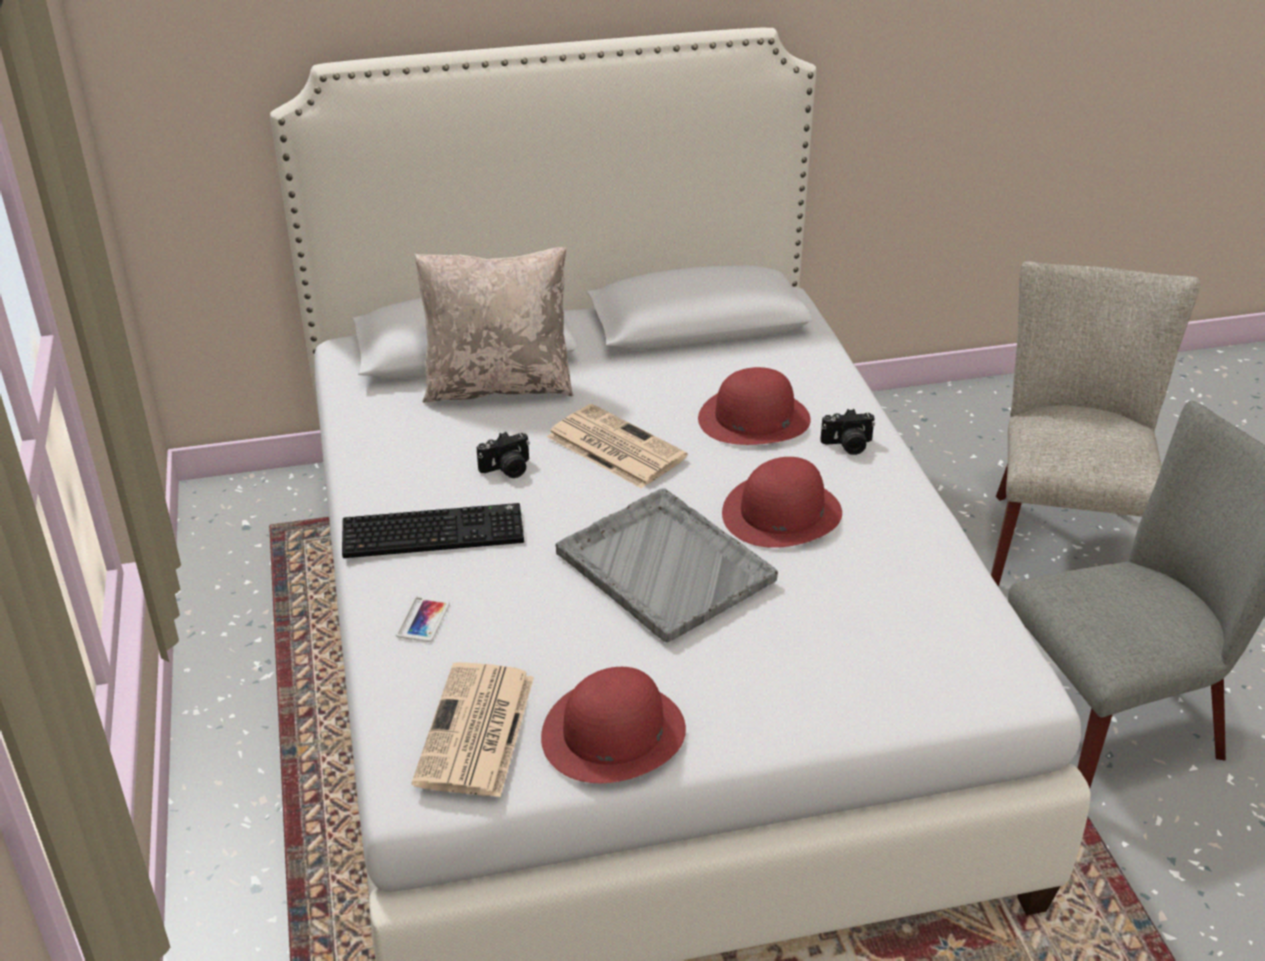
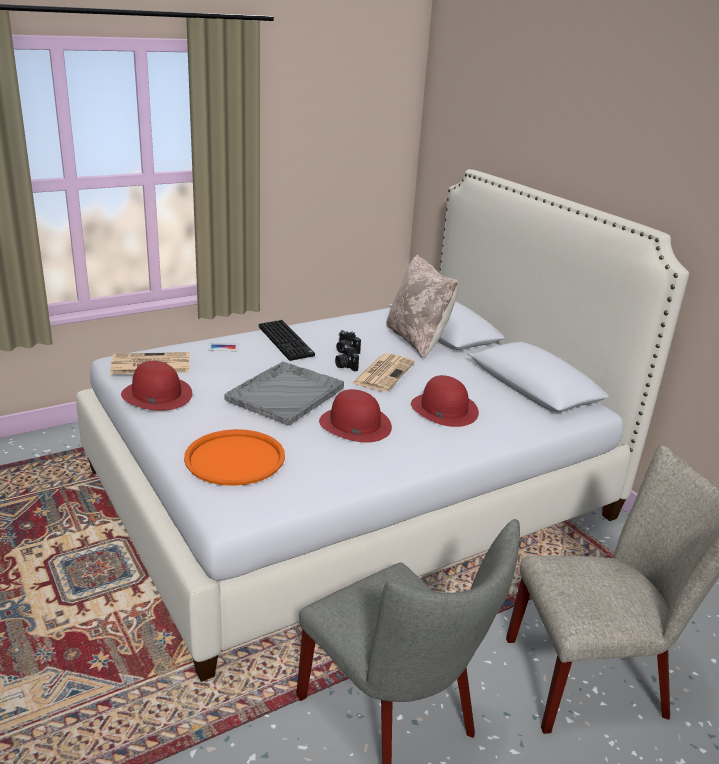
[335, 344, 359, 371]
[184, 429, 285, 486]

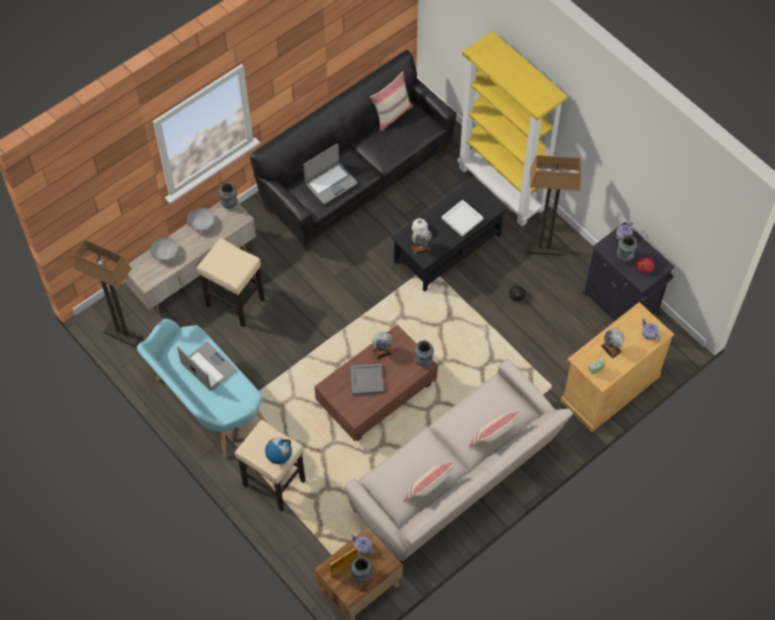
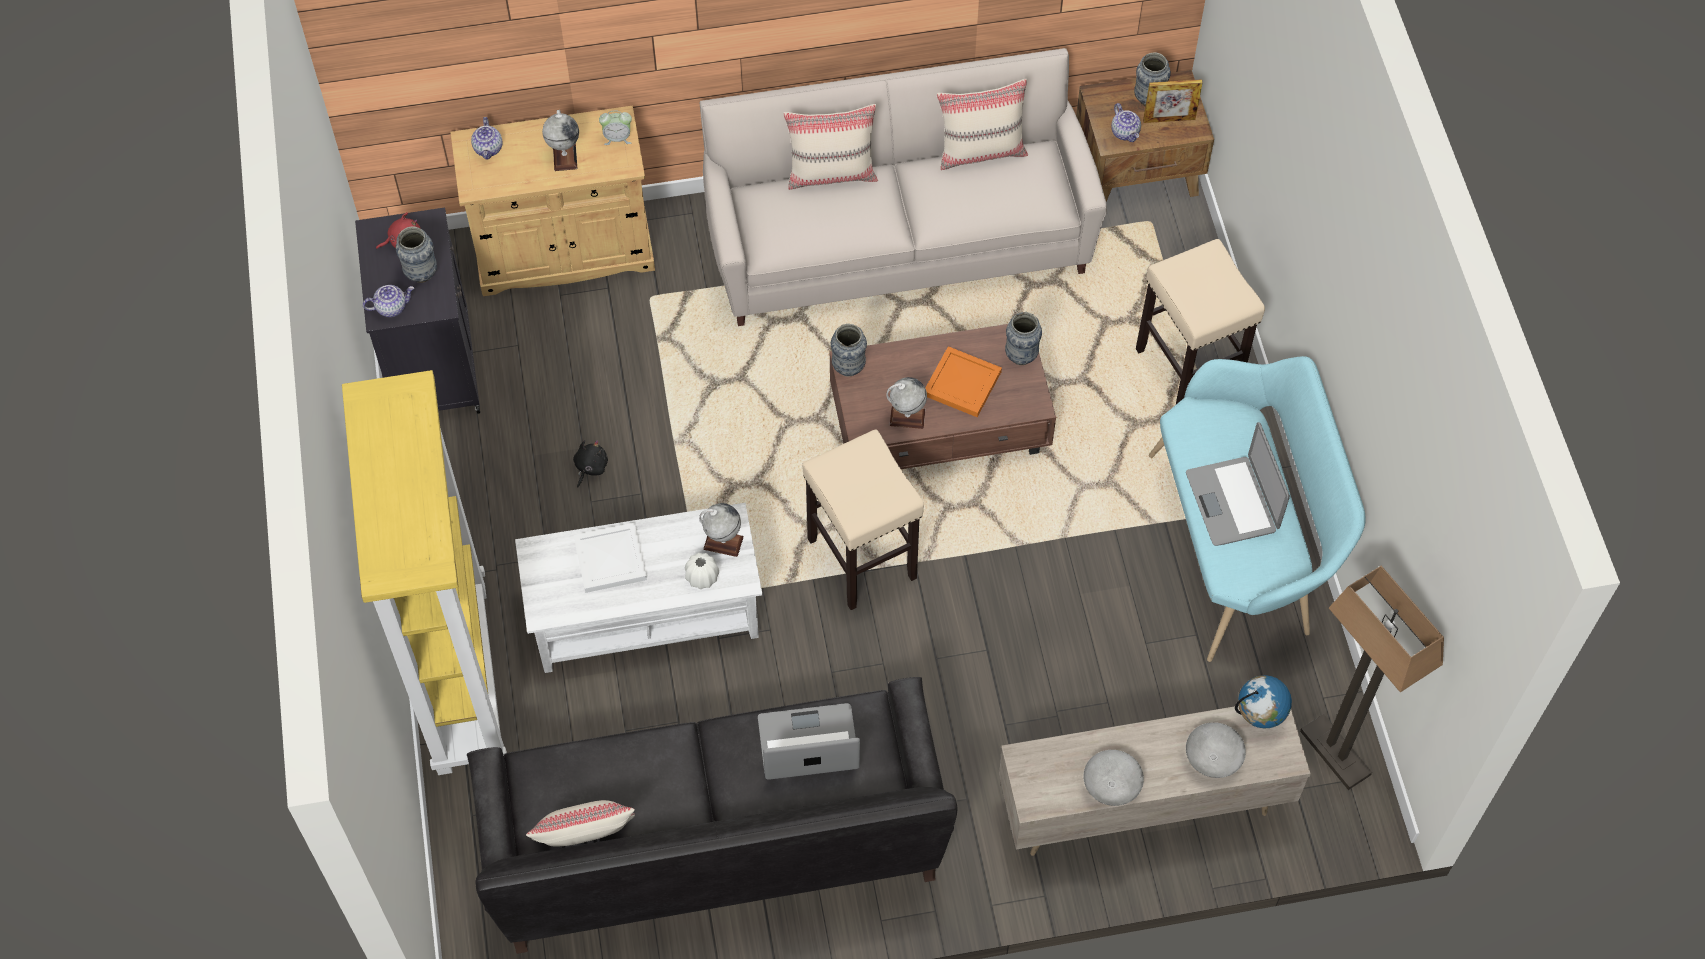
[526, 155, 581, 256] (first image)
[515, 503, 762, 673]
[1005, 312, 1042, 365]
[802, 429, 924, 610]
[925, 346, 1002, 417]
[1235, 675, 1292, 728]

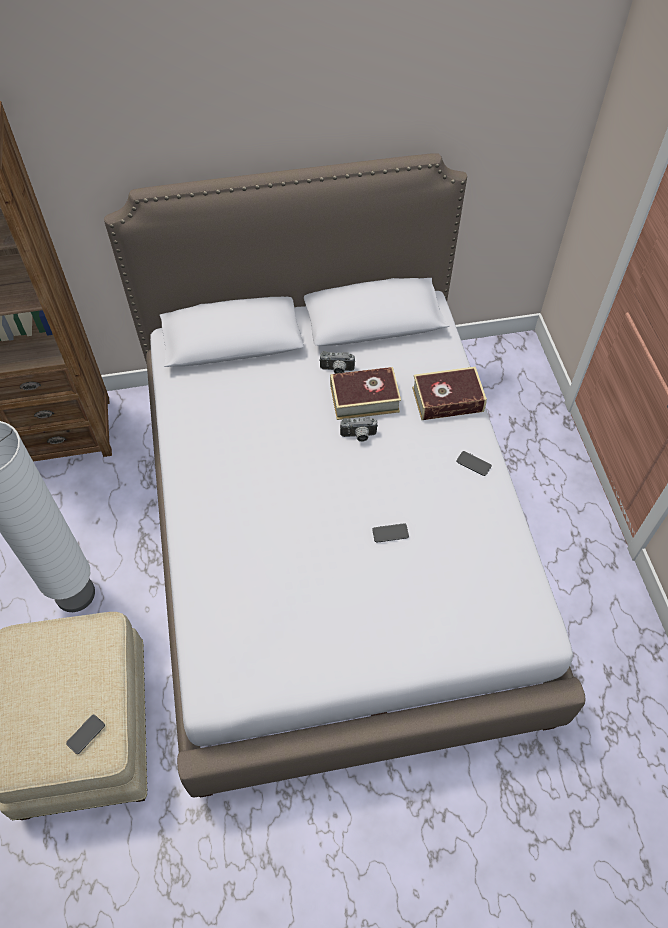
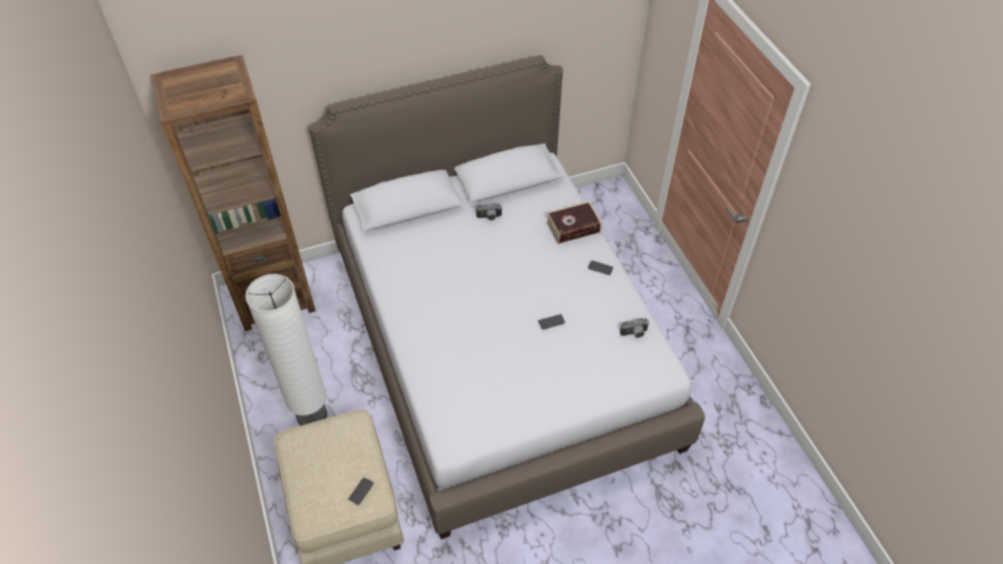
[330, 367, 401, 420] (first image)
[620, 318, 649, 338]

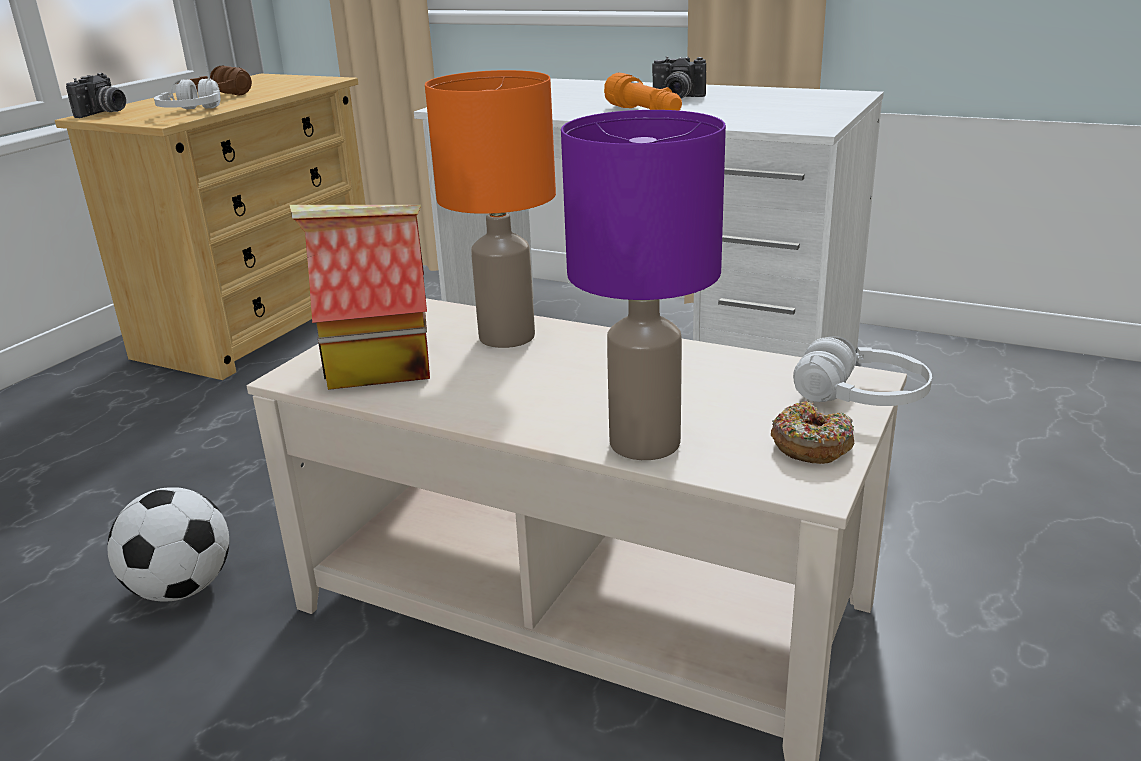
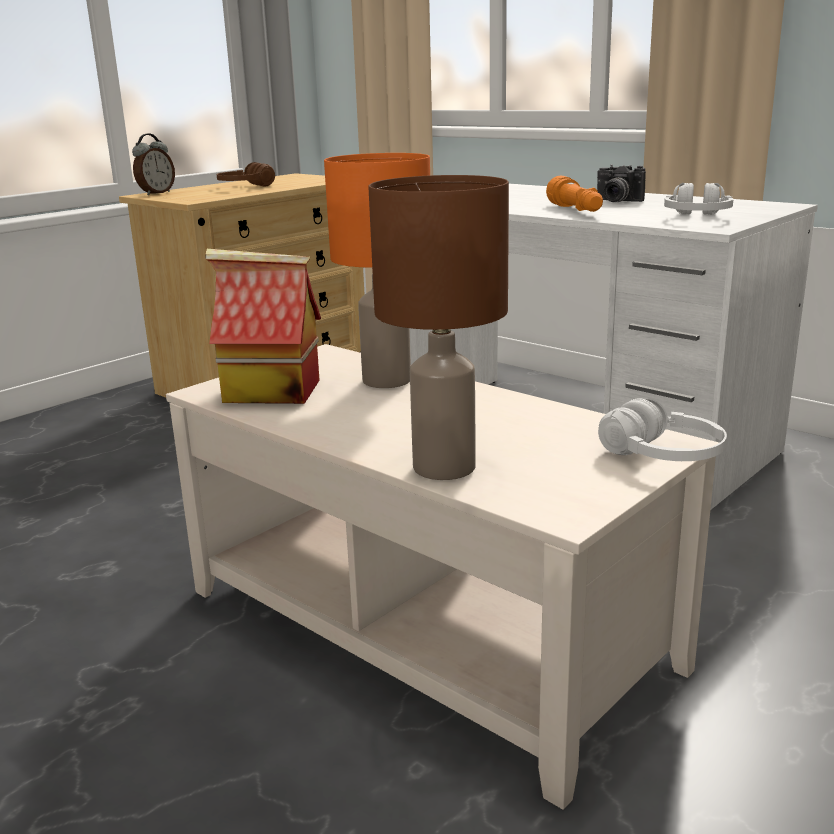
[132, 133, 175, 195]
[664, 183, 733, 215]
[368, 175, 509, 480]
[771, 401, 854, 464] (first image)
[107, 487, 229, 602] (first image)

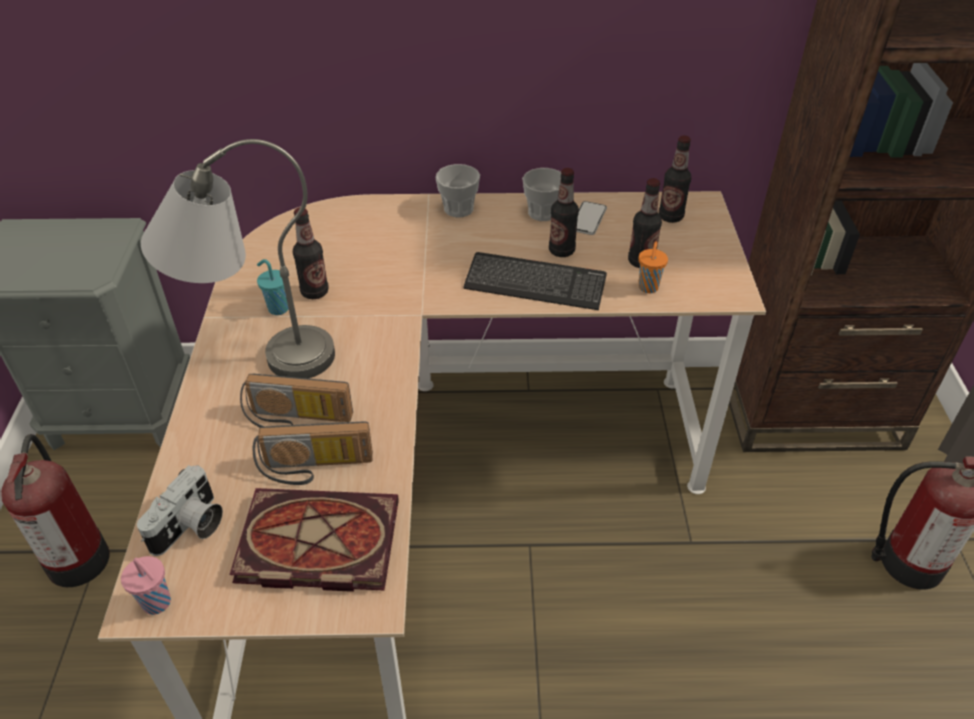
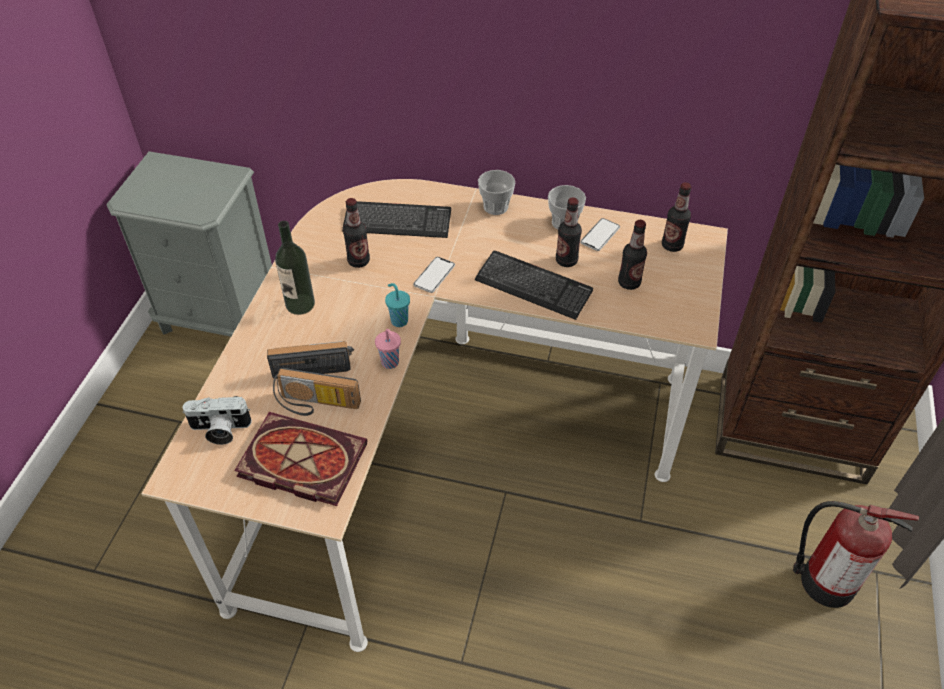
[275, 221, 315, 315]
[638, 241, 668, 293] (first image)
[385, 283, 410, 327]
[267, 341, 354, 379]
[1, 434, 110, 587] (first image)
[182, 396, 252, 445]
[375, 329, 401, 369]
[342, 201, 451, 238]
[413, 257, 455, 293]

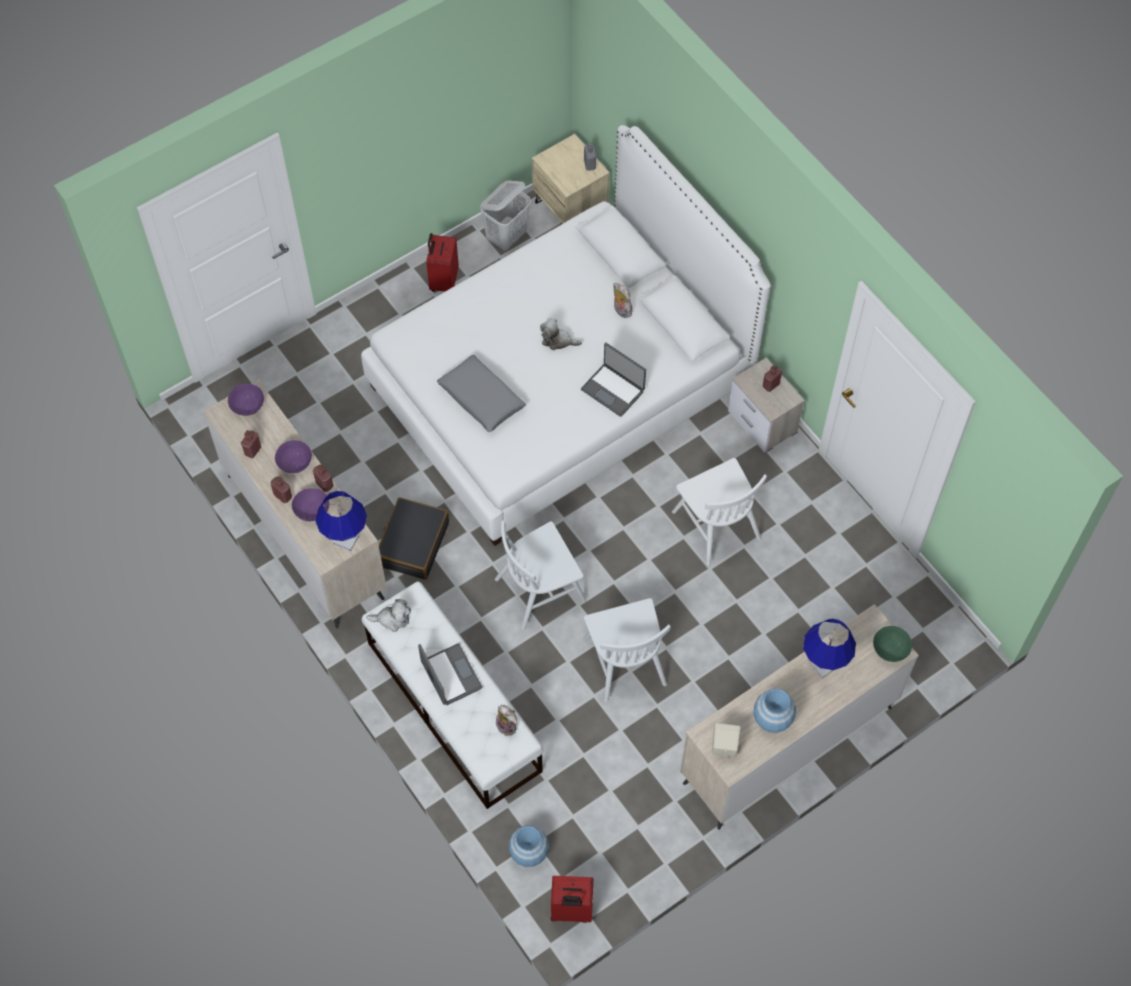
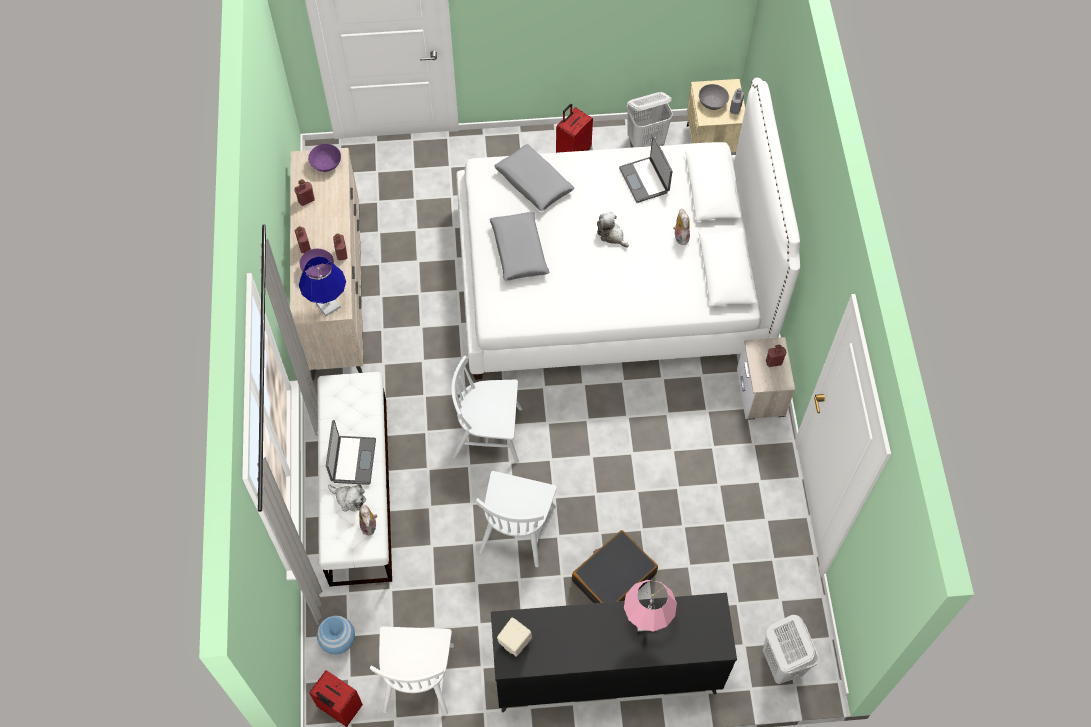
[619, 136, 672, 203]
[275, 440, 312, 473] (first image)
[370, 627, 454, 715]
[572, 530, 658, 603]
[328, 484, 366, 512]
[491, 593, 737, 712]
[624, 580, 677, 632]
[873, 626, 912, 662] (first image)
[753, 689, 796, 733] (first image)
[699, 84, 729, 110]
[494, 144, 575, 211]
[763, 615, 819, 684]

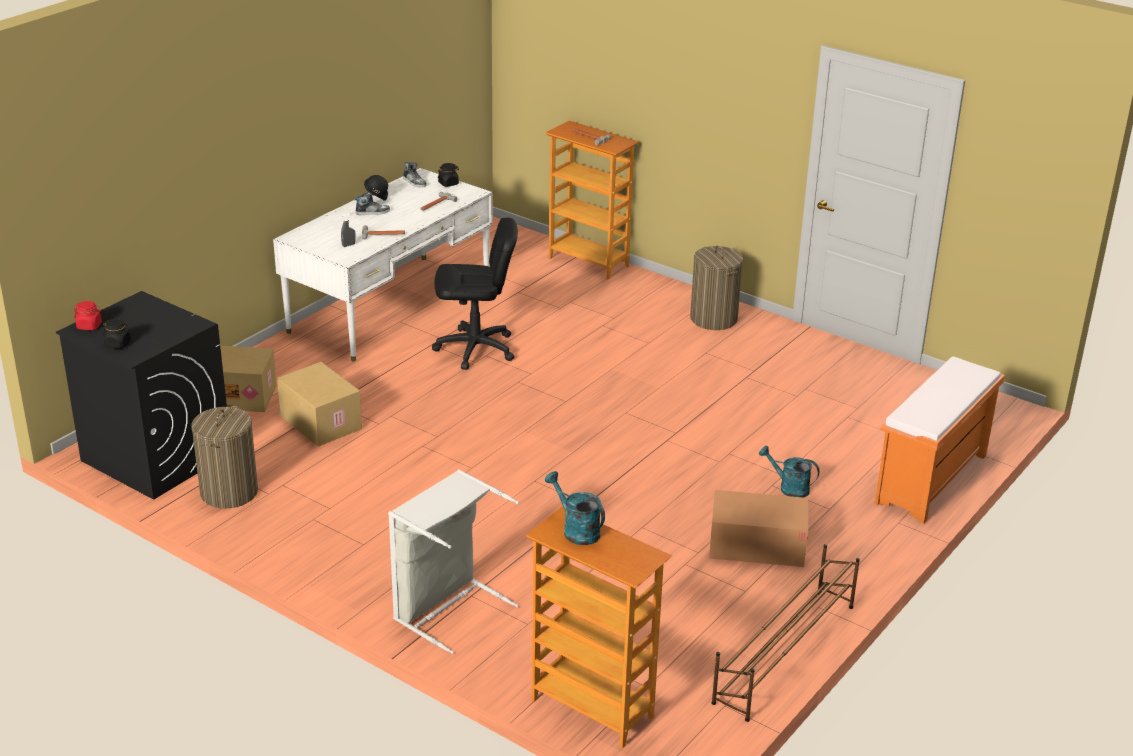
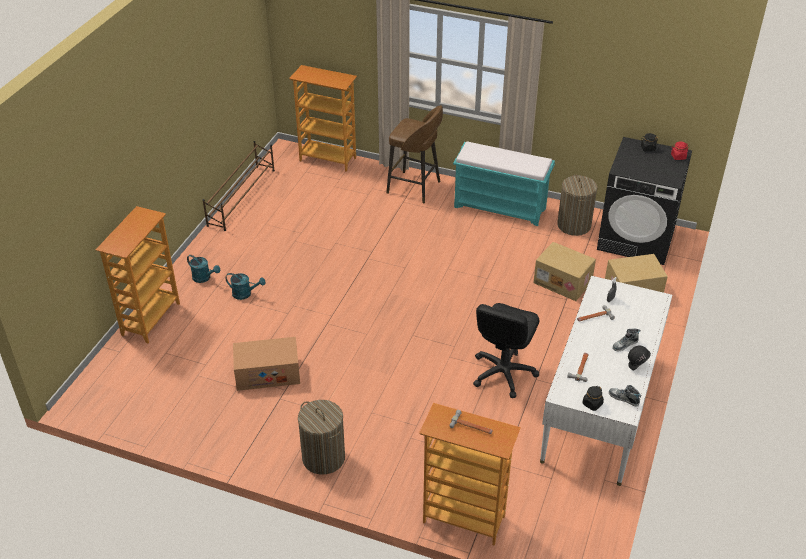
[473, 303, 539, 398]
[96, 206, 180, 343]
[386, 105, 443, 204]
[187, 255, 220, 283]
[233, 337, 300, 391]
[453, 141, 555, 226]

